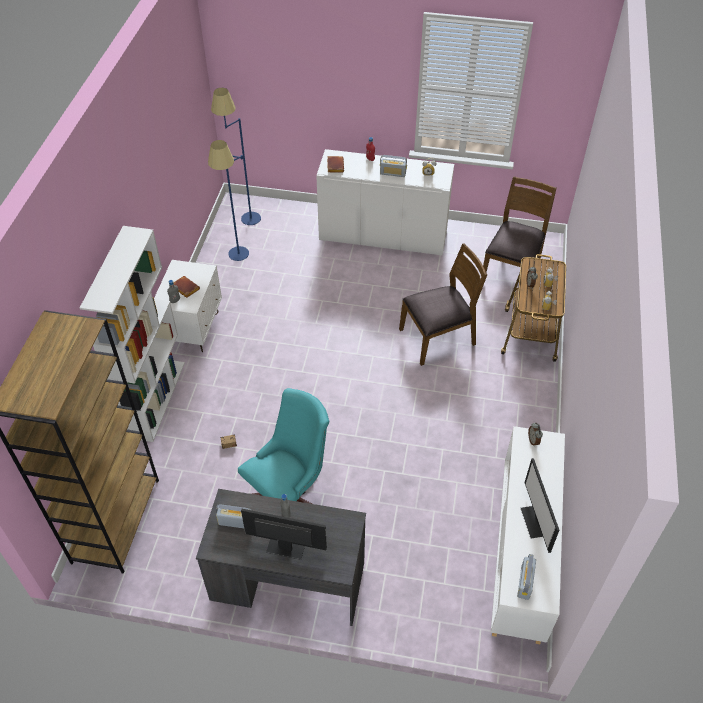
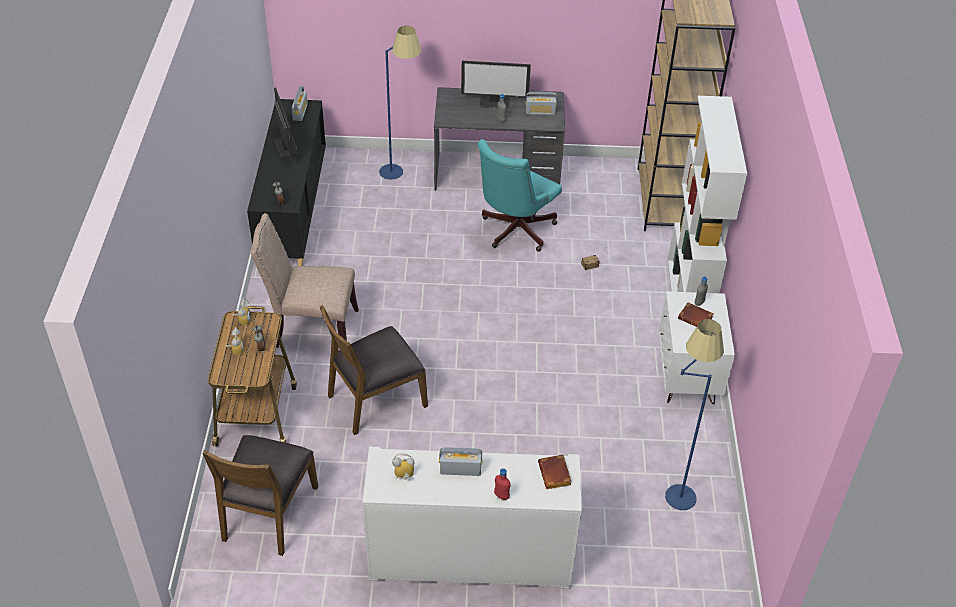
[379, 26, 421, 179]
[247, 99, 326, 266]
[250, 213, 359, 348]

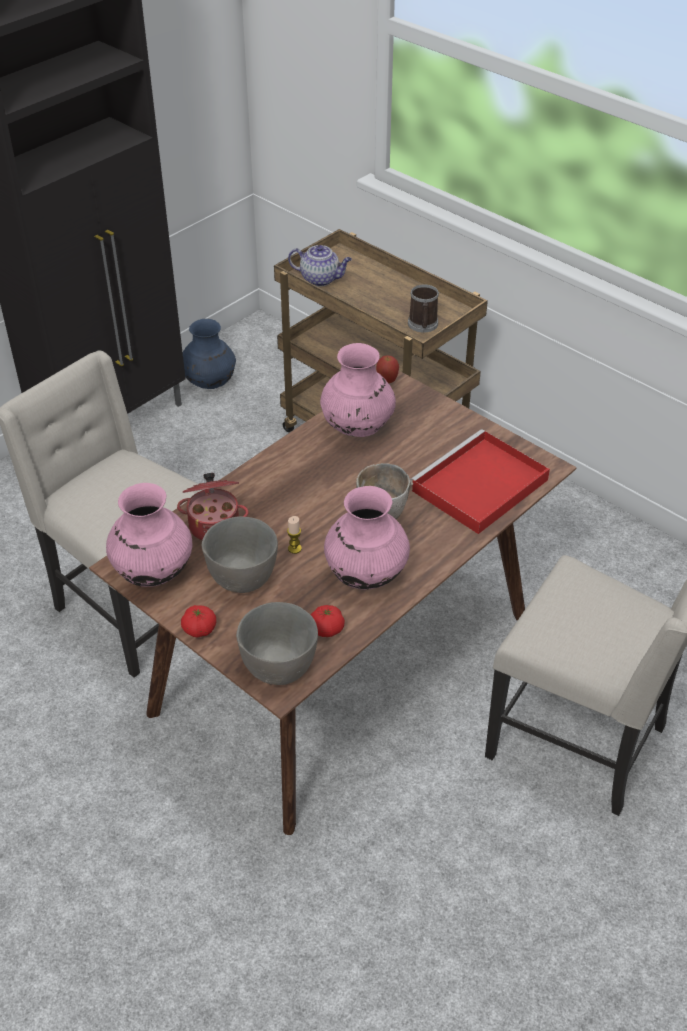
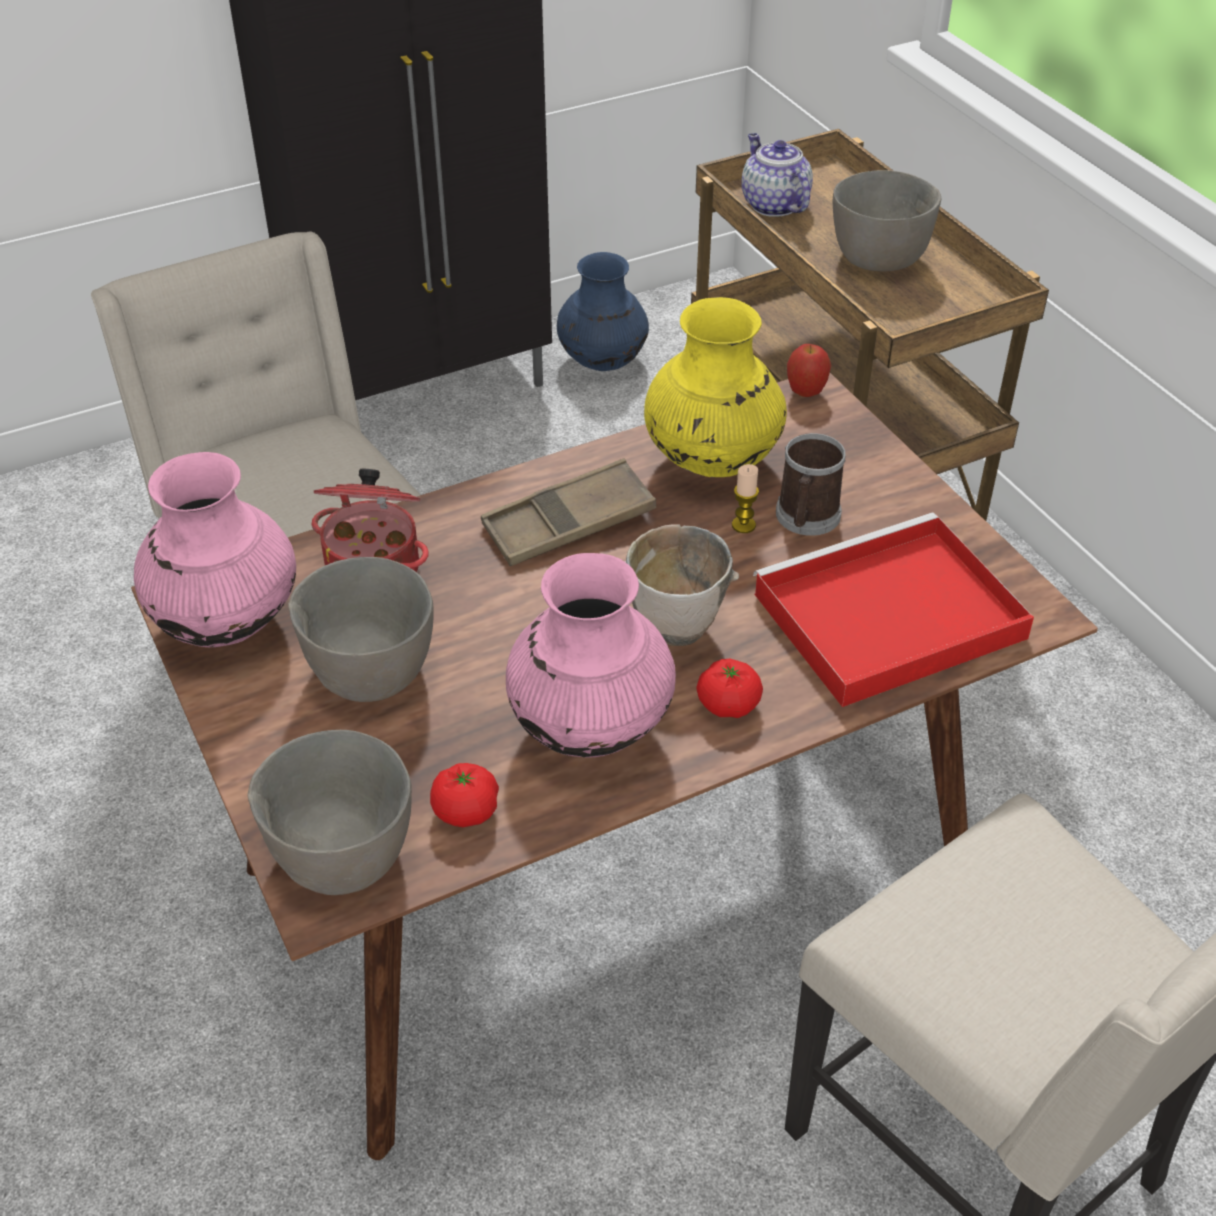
[741, 133, 813, 217]
[776, 433, 846, 536]
[644, 297, 787, 477]
[732, 464, 759, 533]
[697, 659, 763, 718]
[833, 170, 941, 271]
[481, 459, 656, 566]

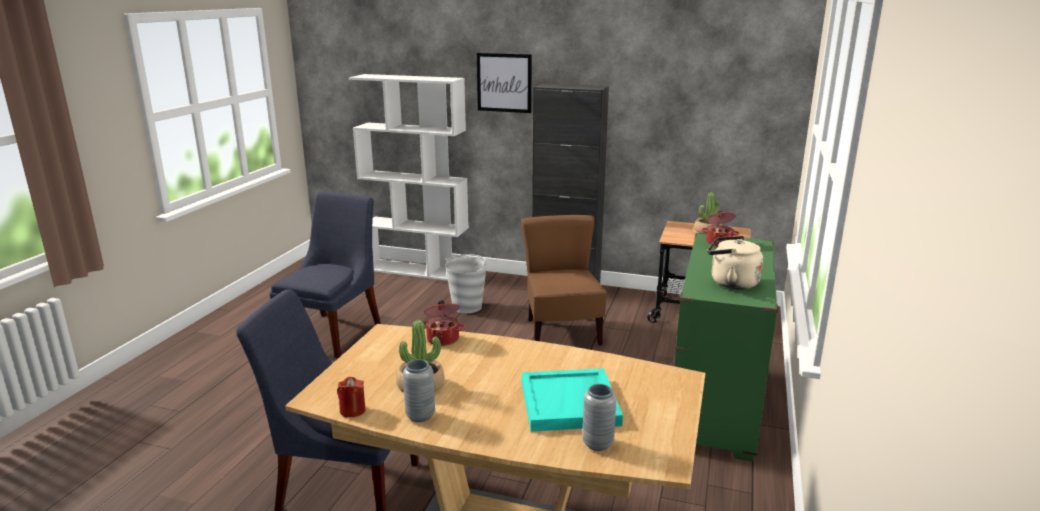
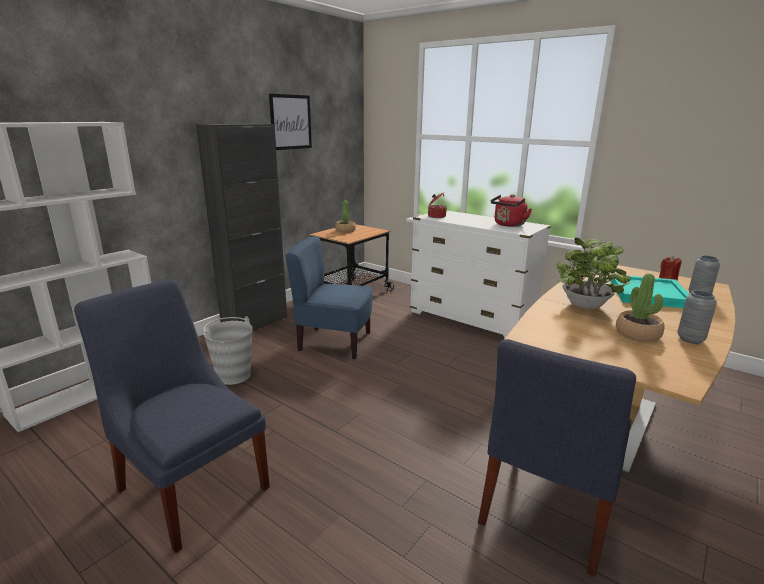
[269, 94, 312, 150]
[286, 236, 373, 360]
[410, 210, 551, 338]
[491, 194, 532, 227]
[423, 300, 465, 346] (first image)
[659, 256, 682, 280]
[557, 237, 632, 309]

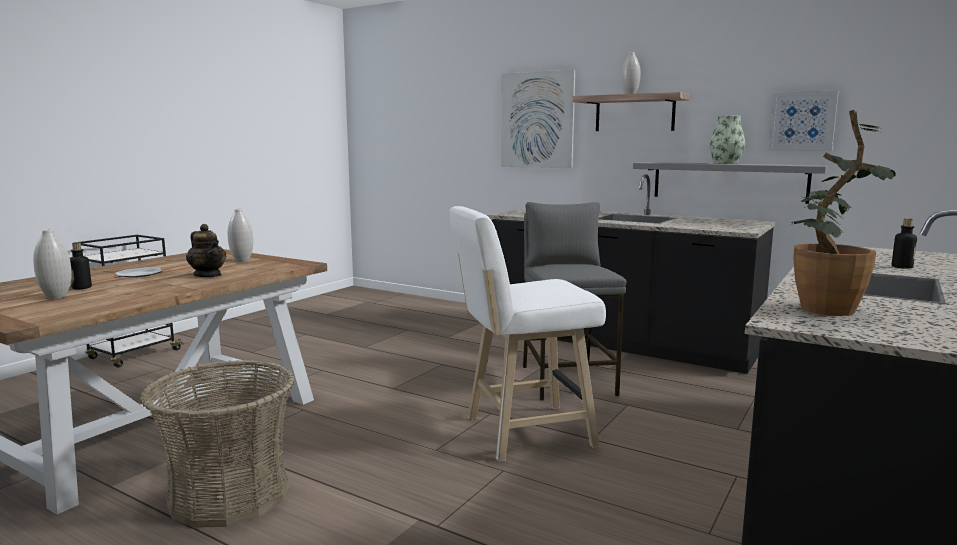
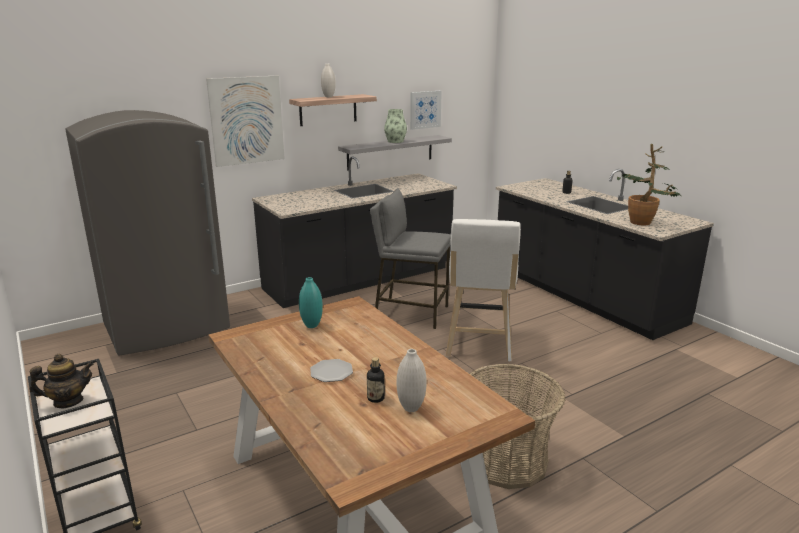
[299, 277, 323, 328]
[30, 354, 94, 408]
[65, 110, 230, 356]

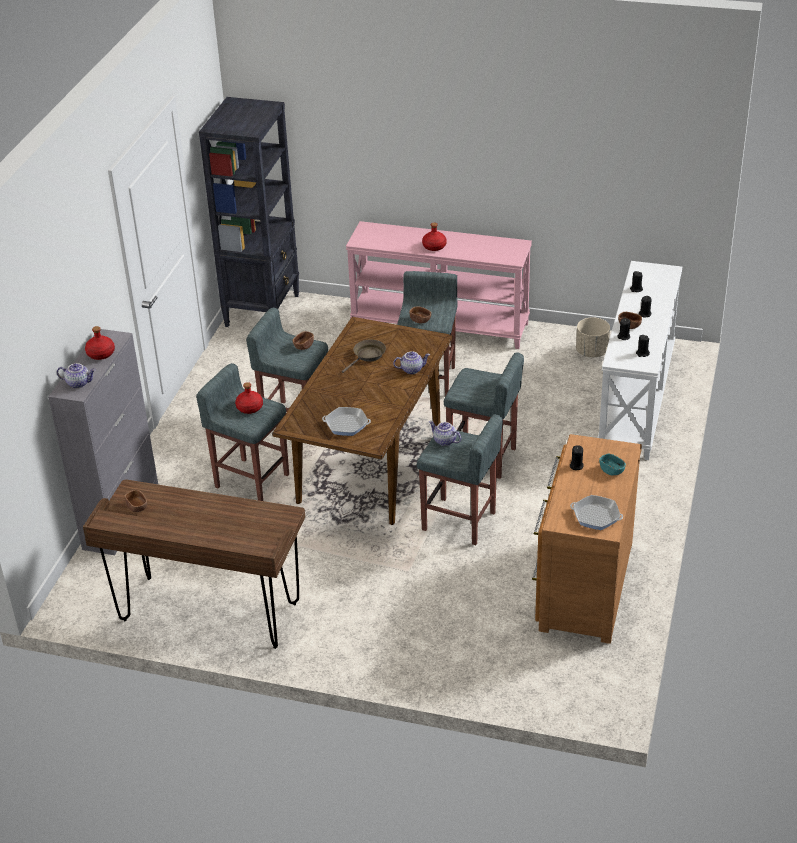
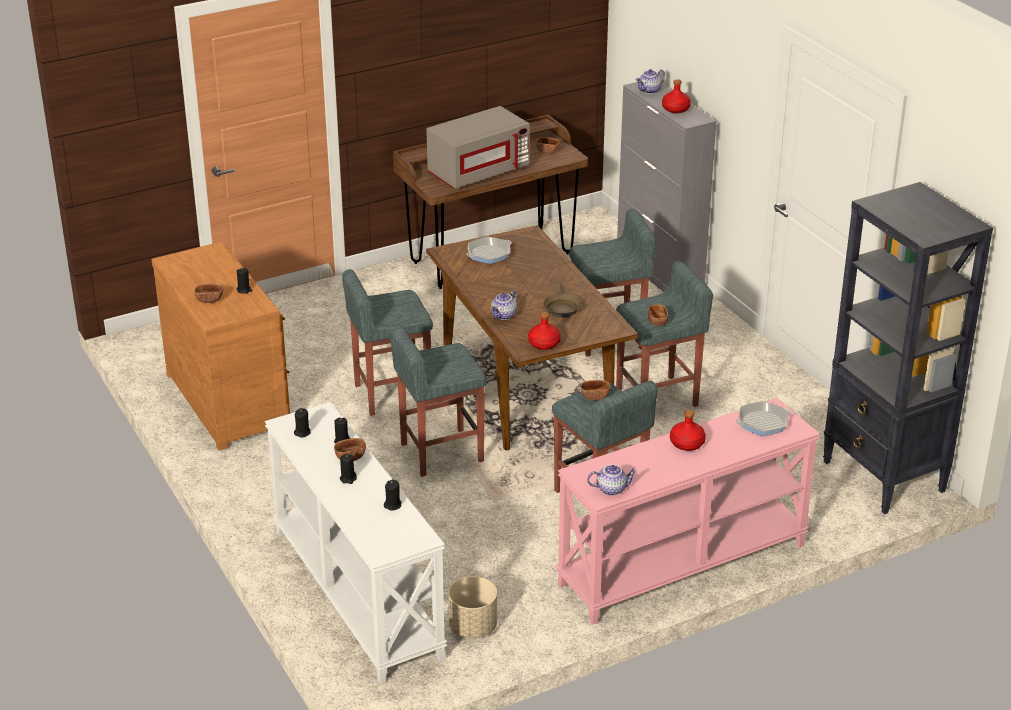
[528, 312, 561, 350]
[587, 465, 637, 496]
[194, 284, 223, 303]
[736, 401, 791, 436]
[426, 106, 530, 188]

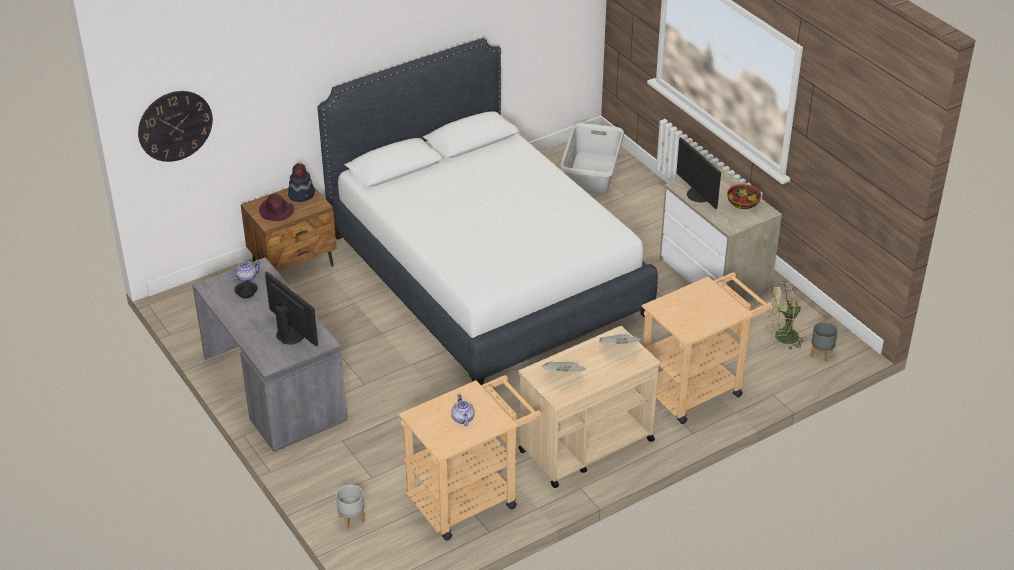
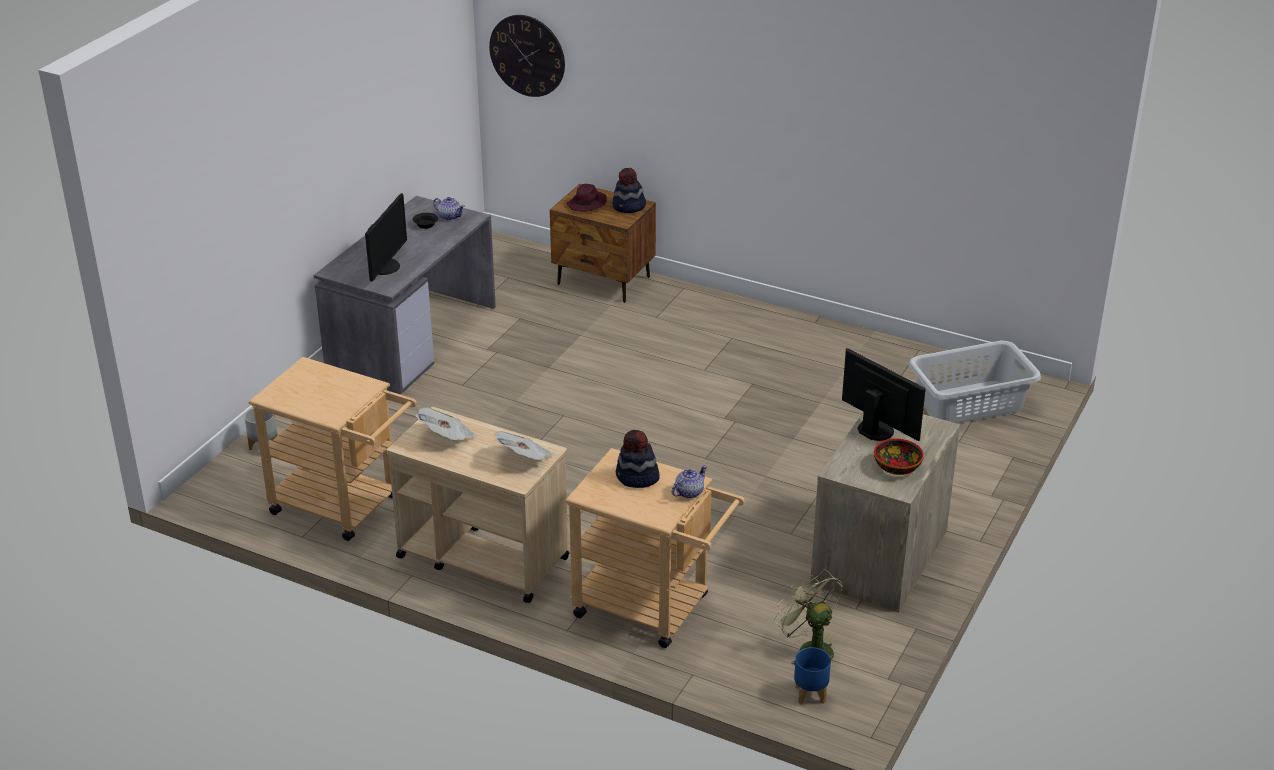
[317, 38, 658, 385] (first image)
[842, 348, 926, 441]
[794, 647, 831, 705]
[672, 465, 707, 498]
[616, 430, 660, 488]

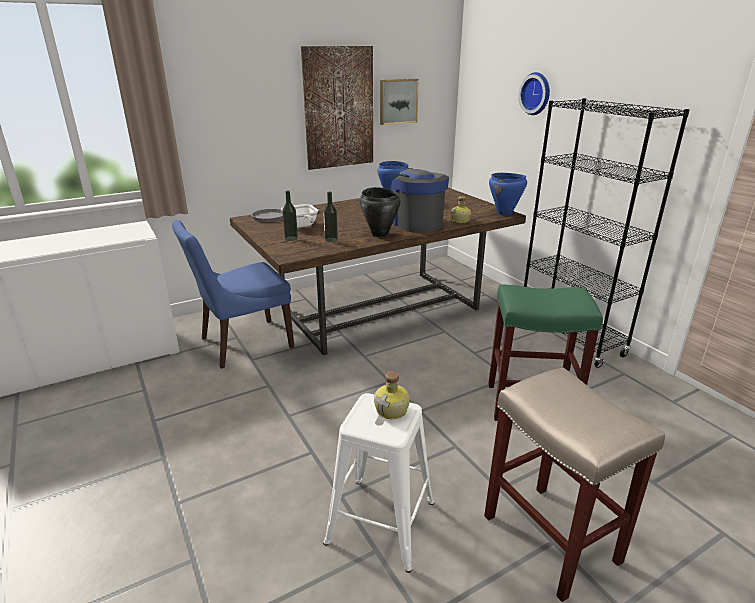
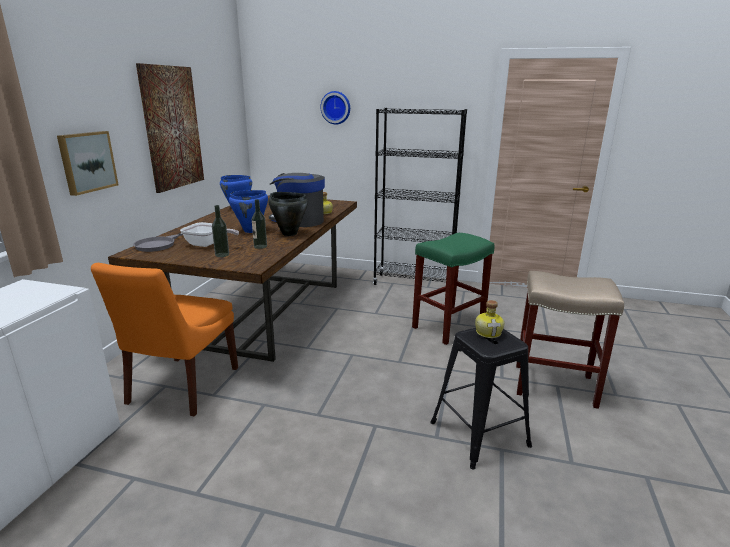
[57, 131, 119, 196]
[229, 190, 268, 233]
[91, 263, 238, 416]
[430, 328, 532, 469]

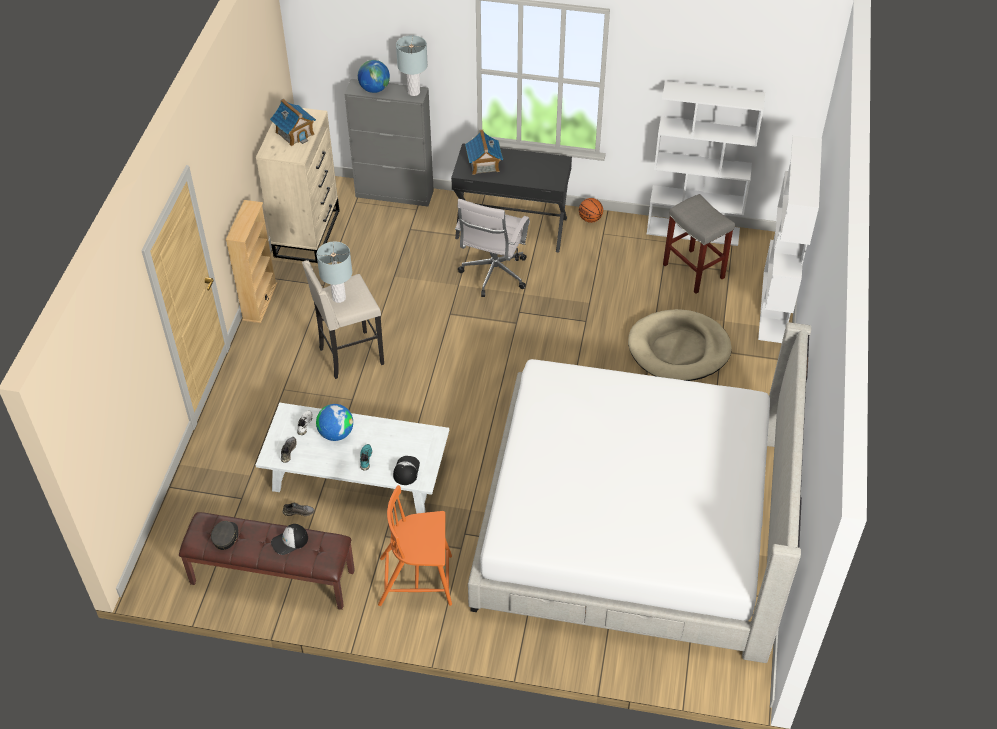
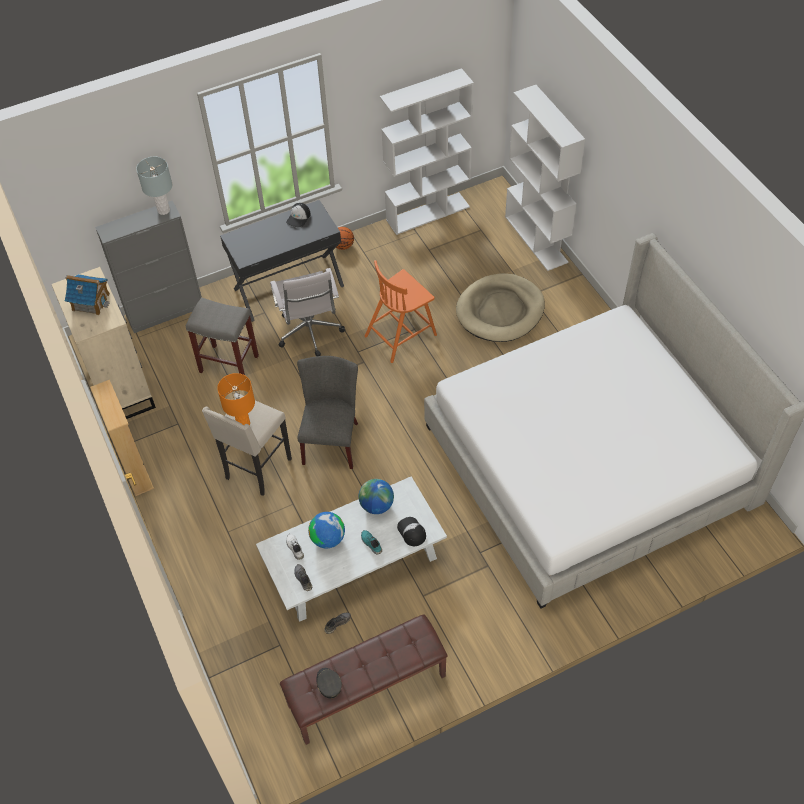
[359, 479, 394, 514]
[465, 130, 503, 175] (first image)
[186, 298, 259, 375]
[217, 373, 255, 426]
[365, 260, 437, 363]
[286, 203, 311, 227]
[297, 356, 358, 469]

